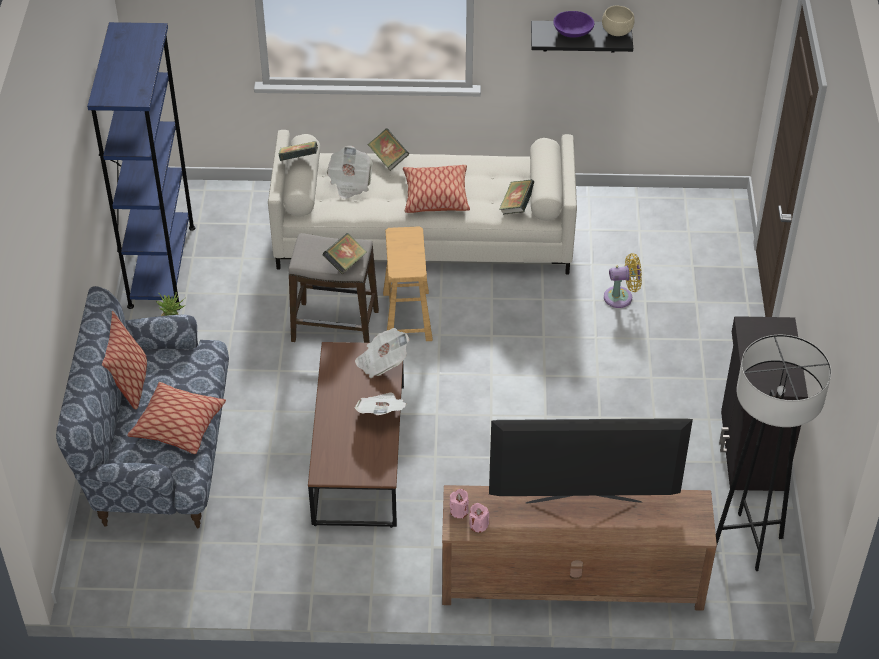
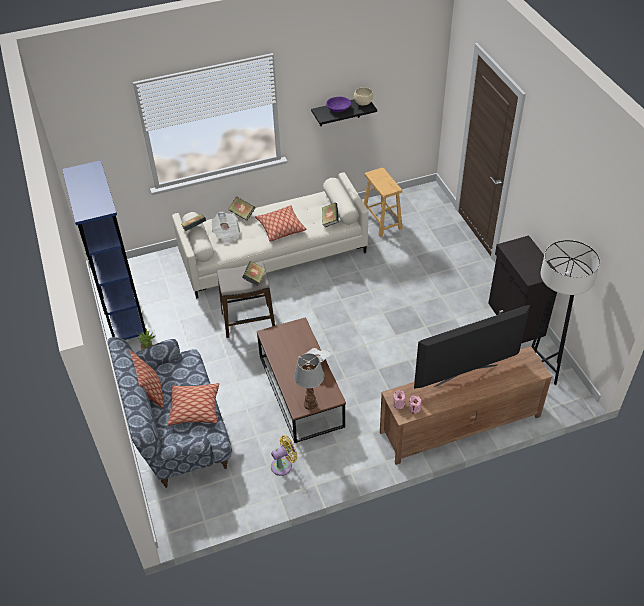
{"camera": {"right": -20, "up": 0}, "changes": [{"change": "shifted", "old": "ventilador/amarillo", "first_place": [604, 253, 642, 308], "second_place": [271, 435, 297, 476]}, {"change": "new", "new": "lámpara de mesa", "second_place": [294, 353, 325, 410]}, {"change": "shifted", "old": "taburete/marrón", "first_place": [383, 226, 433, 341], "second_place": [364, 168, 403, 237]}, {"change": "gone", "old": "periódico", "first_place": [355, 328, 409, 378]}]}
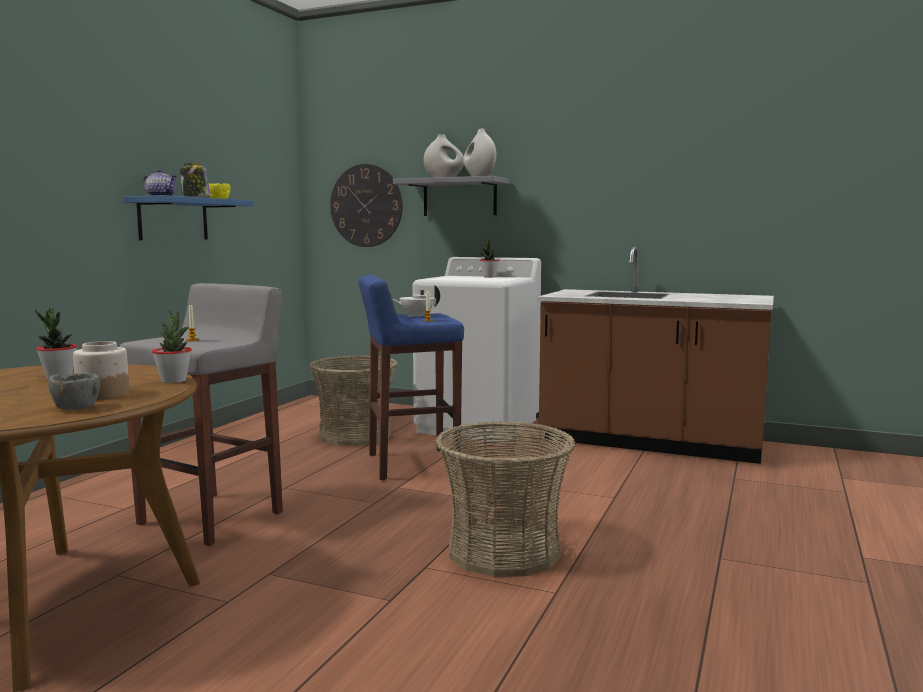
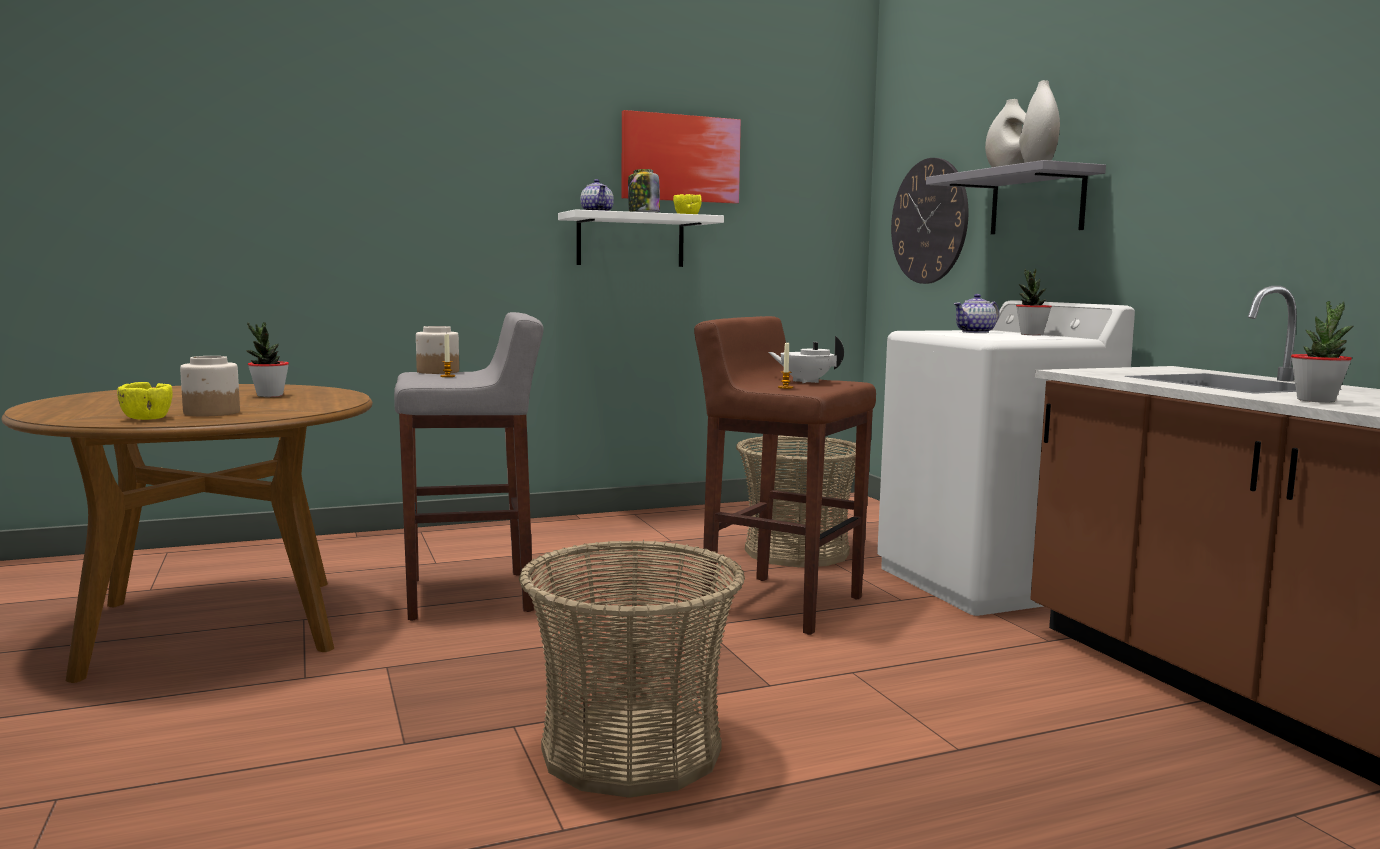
{"camera": {"right": 45, "up": 0}, "changes": [{"change": "repainted", "old": "cuenco/gris", "new": "cuenco/amarillo", "first_place": [48, 373, 100, 410], "second_place": [117, 382, 173, 420]}, {"change": "new", "new": "tarro", "second_place": [416, 326, 459, 374]}, {"change": "repainted", "old": "estante/azul", "new": "estante/blanco", "first_place": [123, 195, 253, 240], "second_place": [558, 209, 724, 267]}, {"change": "new", "new": "cuadro", "second_place": [621, 110, 741, 204]}, {"change": "repainted", "old": "taburete/azul", "new": "taburete/marrón", "first_place": [358, 275, 464, 480], "second_place": [694, 316, 876, 635]}, {"change": "new", "new": "tetera", "second_place": [954, 294, 999, 333]}, {"change": "shifted", "old": "planta en maceta", "first_place": [152, 310, 192, 383], "second_place": [1291, 301, 1354, 403]}]}
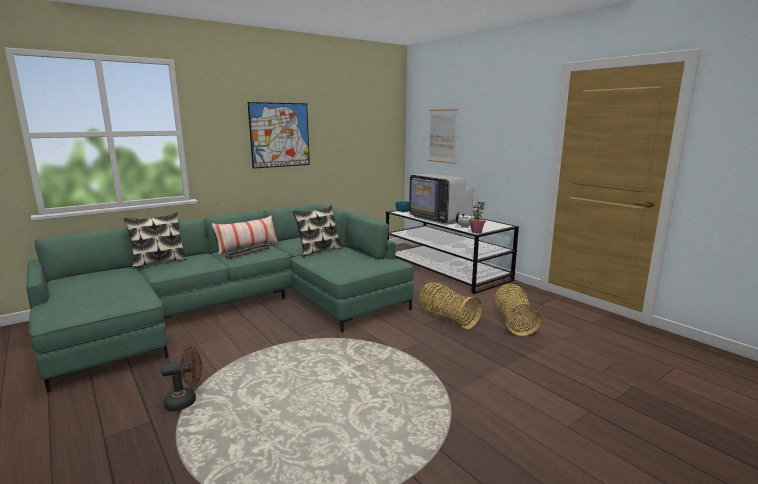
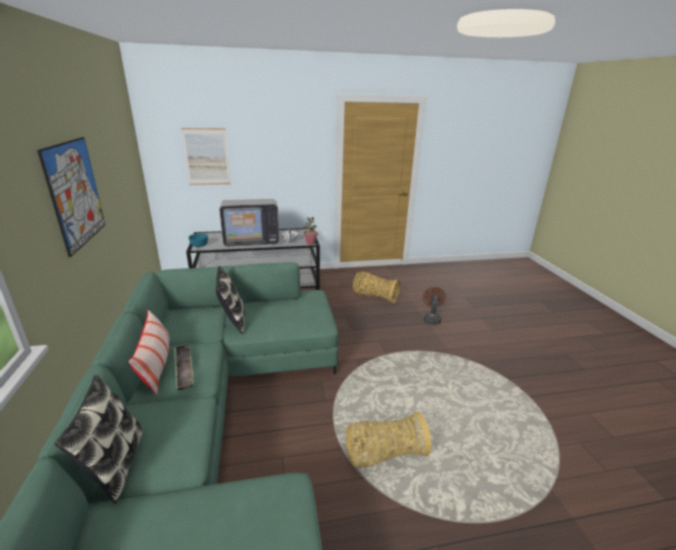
{"camera": {"right": -65, "up": 10}, "changes": [{"change": "shifted", "old": "cesta", "first_place": [419, 282, 482, 329], "second_place": [346, 412, 431, 468]}, {"change": "shifted", "old": "ventilador/marrón", "first_place": [161, 346, 202, 411], "second_place": [423, 287, 446, 325]}]}
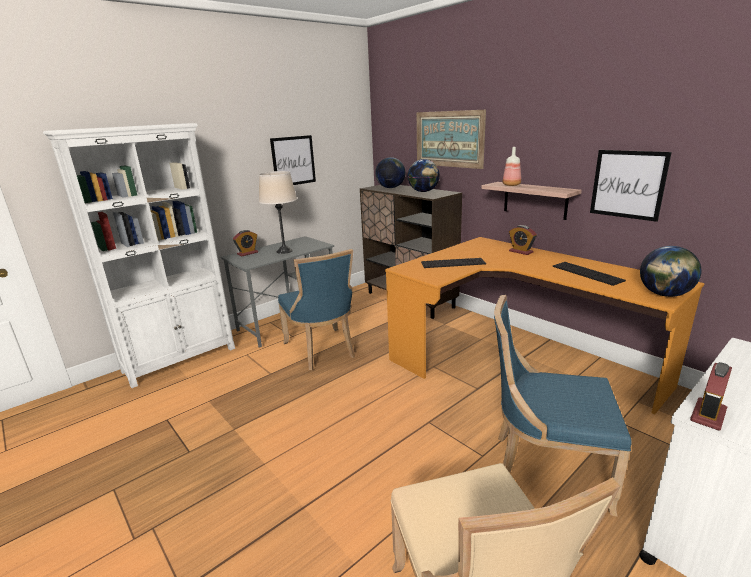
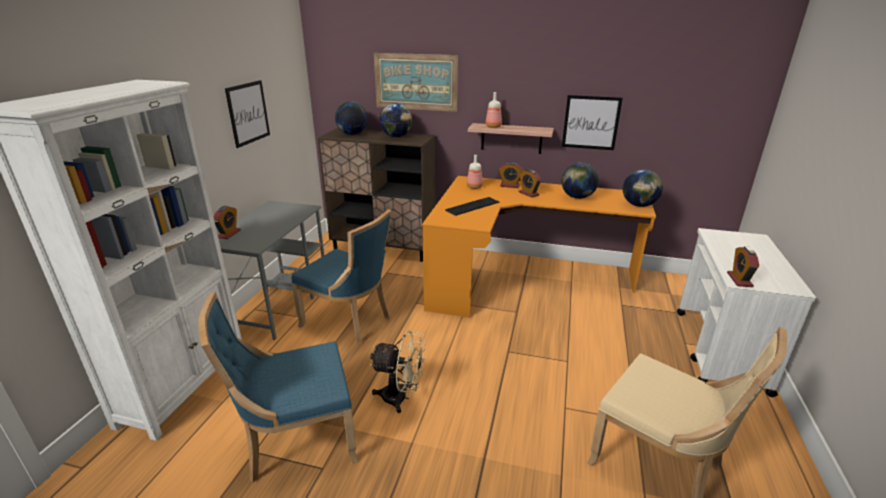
{"camera": {"right": -35, "up": 5}, "changes": [{"change": "shifted", "old": "silla/azul", "first_place": [494, 295, 632, 517], "second_place": [198, 292, 359, 482]}, {"change": "new", "new": "ventilador/beis", "second_place": [370, 330, 426, 413]}, {"change": "new", "new": "botella", "second_place": [467, 155, 483, 189]}, {"change": "new", "new": "despertador", "second_place": [519, 169, 541, 197]}, {"change": "swapped", "old": "teclado", "new": "globo terráqueo", "first_place": [552, 262, 626, 286], "second_place": [562, 163, 599, 199]}, {"change": "gone", "old": "lámpara de mesa/beis", "first_place": [259, 171, 297, 254]}]}
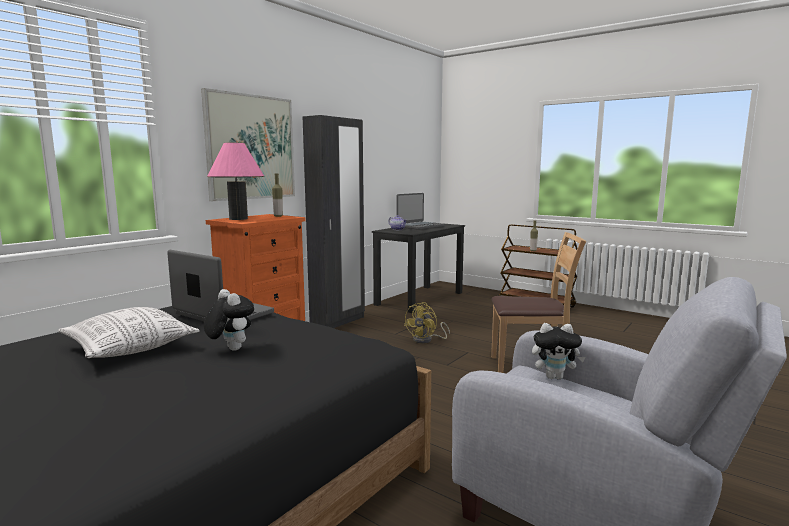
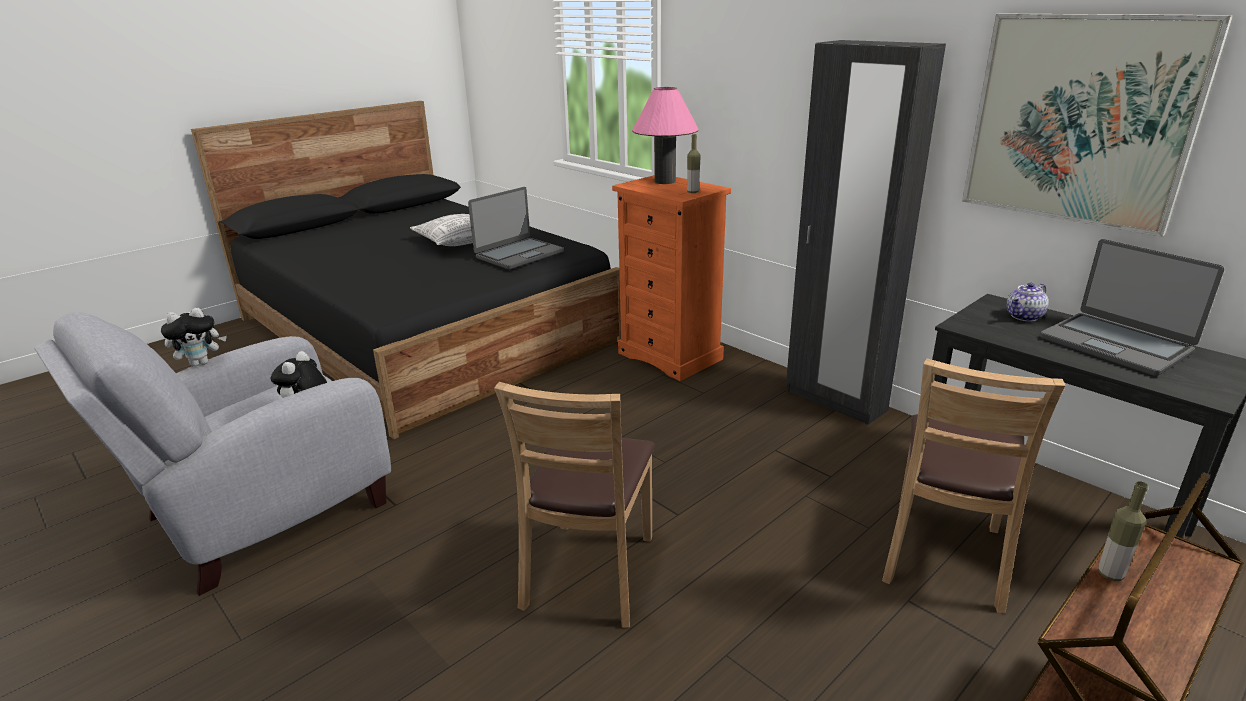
{"camera": {"right": 100, "up": 15}, "changes": [{"change": "shifted", "old": "peluche", "first_place": [204, 289, 254, 351], "second_place": [161, 308, 227, 367]}, {"change": "new", "new": "silla/marrón", "second_place": [882, 358, 1065, 613]}, {"change": "shifted", "old": "cuadro", "first_place": [201, 88, 295, 201], "second_place": [962, 14, 1233, 237]}, {"change": "gone", "old": "ventilador/amarillo", "first_place": [404, 302, 450, 344]}]}
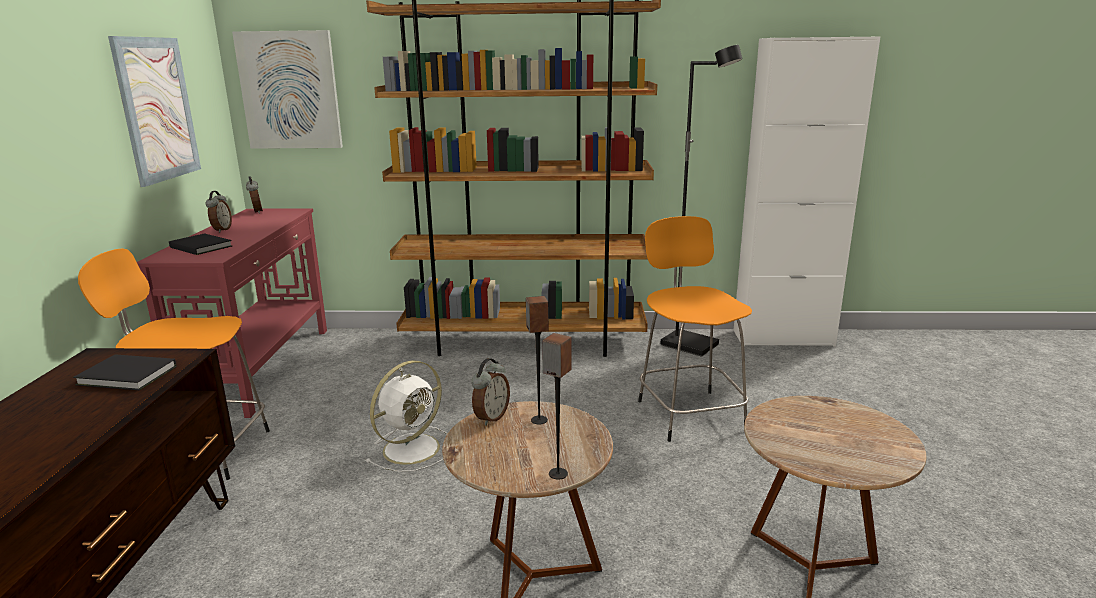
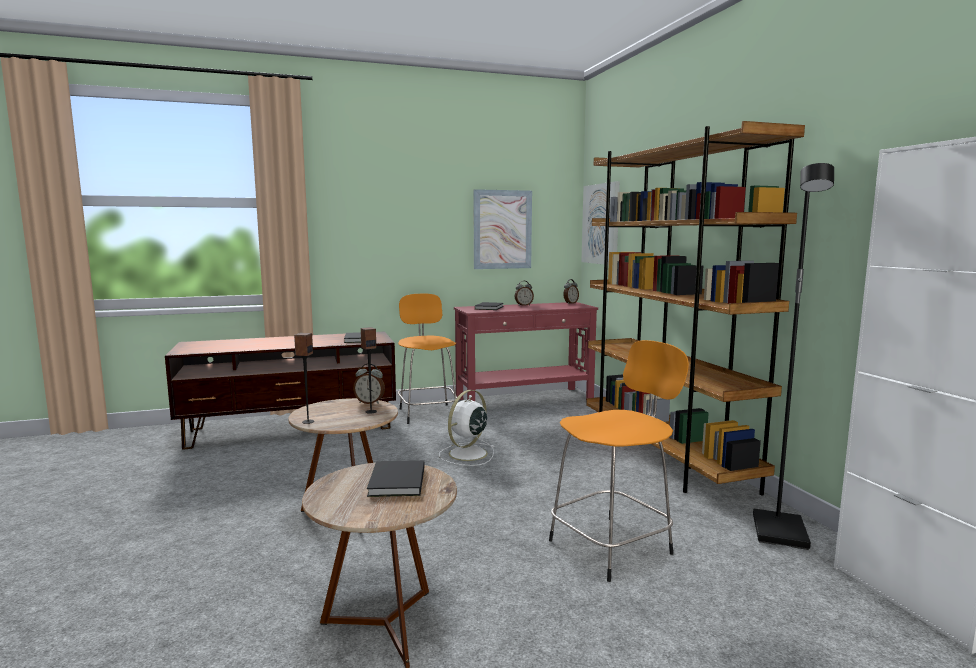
{"camera": {"right": 70, "up": -10}, "changes": [{"change": "new", "new": "libro/negro", "second_place": [367, 460, 425, 497]}, {"change": "rotated", "old": "ventilador/blanco", "first_place": [366, 360, 447, 472], "second_place": [439, 390, 495, 466], "degrees": 105}]}
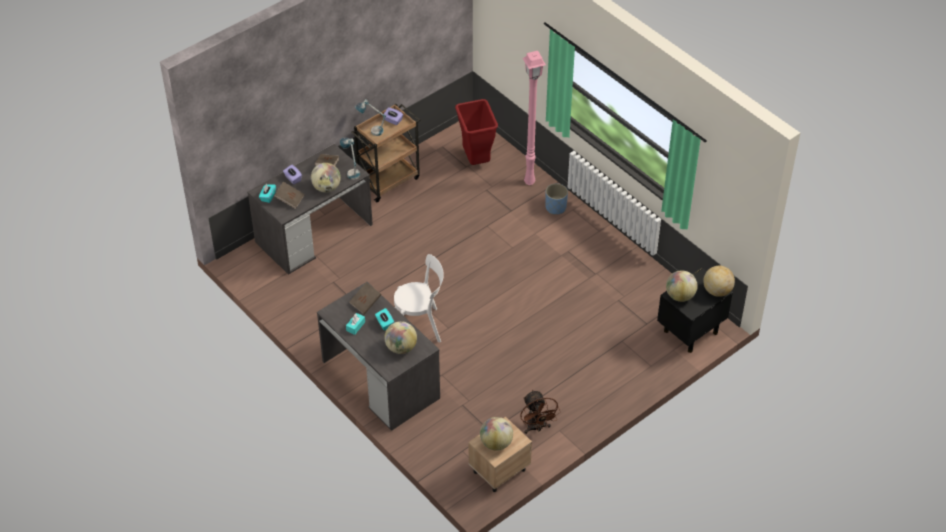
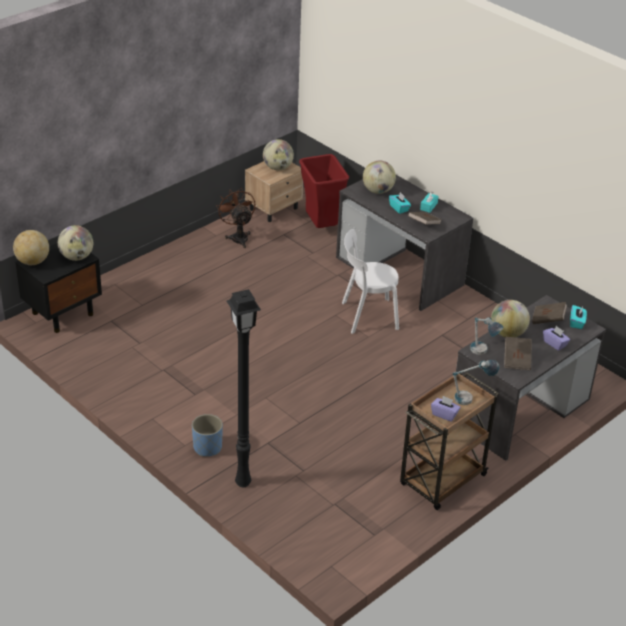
{"camera": {"right": 175, "up": -10}, "changes": [{"change": "repainted", "old": "lámpara de pie/rosa", "new": "lámpara de pie/negro", "first_place": [523, 51, 546, 185], "second_place": [227, 289, 261, 487]}, {"change": "shifted", "old": "papelera/rojo", "first_place": [455, 99, 498, 165], "second_place": [299, 154, 349, 228]}]}
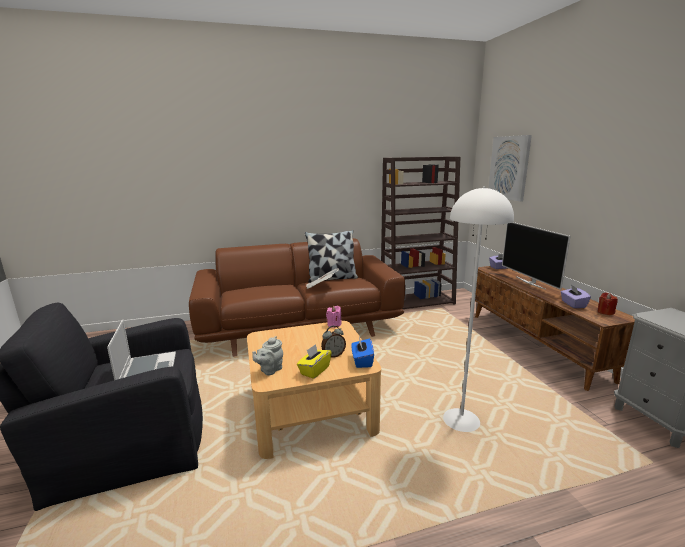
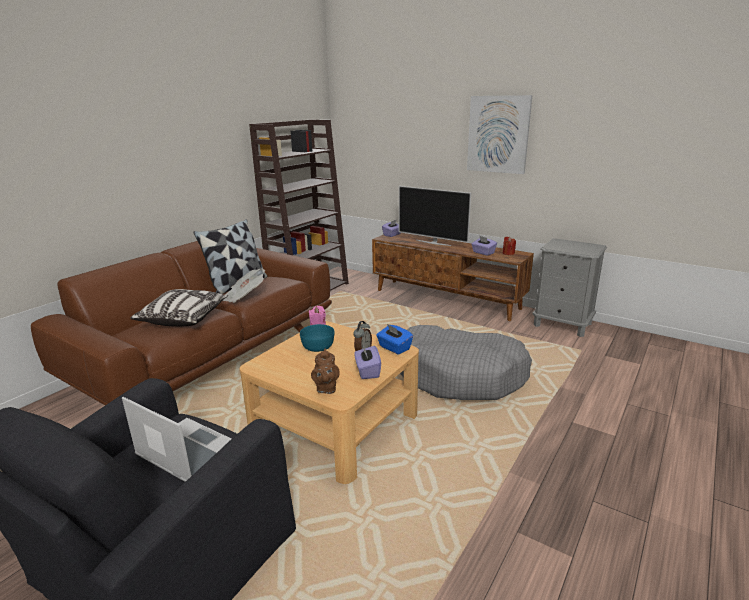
{"camera": {"right": -40, "up": 5}, "changes": [{"change": "new", "new": "cojín", "second_place": [130, 289, 228, 326]}, {"change": "new", "new": "cuenco/turquesa", "second_place": [300, 324, 334, 352]}, {"change": "repainted", "old": "tetera/gris", "new": "tetera/marrón", "first_place": [252, 336, 283, 375], "second_place": [311, 349, 340, 394]}, {"change": "repainted", "old": "caja de pañuelos/amarillo", "new": "caja de pañuelos/morado", "first_place": [297, 344, 332, 379], "second_place": [354, 345, 381, 379]}, {"change": "swapped", "old": "lámpara de pie/blanco", "new": "cama para perro/gris", "first_place": [443, 186, 514, 432], "second_place": [400, 325, 532, 400]}, {"change": "shifted", "old": "cuadro", "first_place": [489, 135, 532, 202], "second_place": [467, 95, 532, 174]}]}
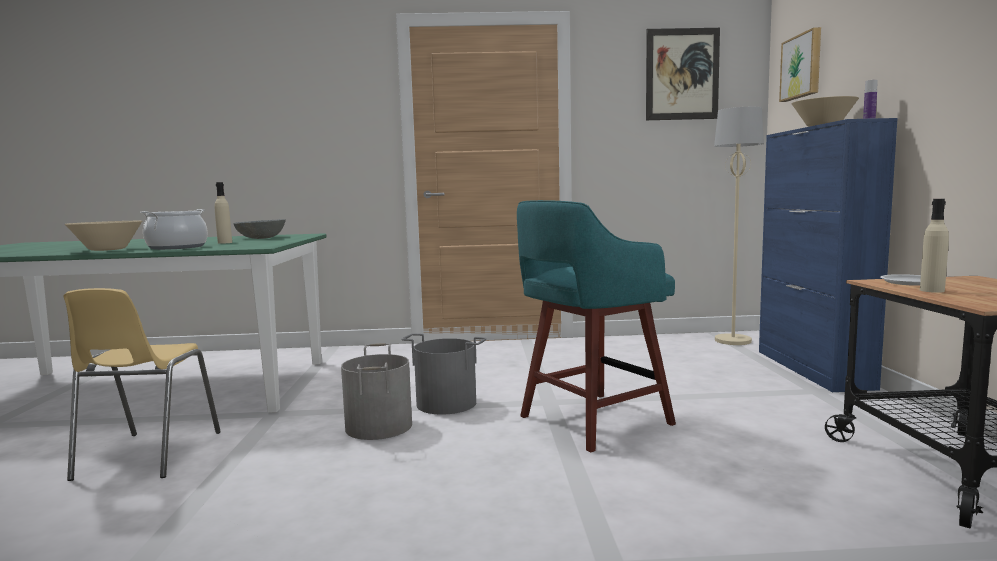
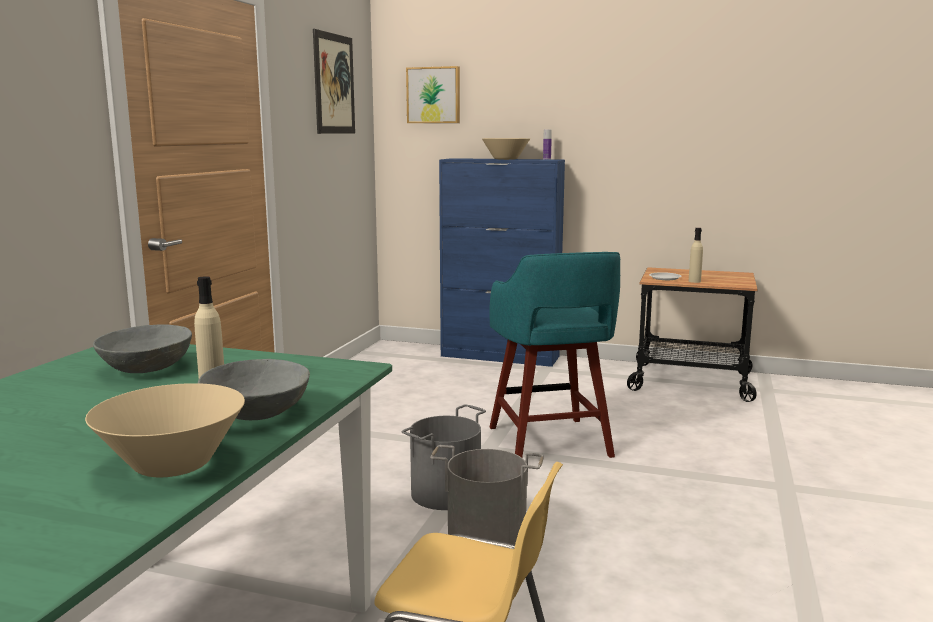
{"camera": {"right": -70, "up": 5}, "changes": [{"change": "swapped", "old": "olla", "new": "cuenco/gris", "first_place": [140, 209, 208, 250], "second_place": [198, 359, 310, 420]}, {"change": "gone", "old": "lámpara de pie/beis", "first_place": [714, 107, 764, 345]}]}
